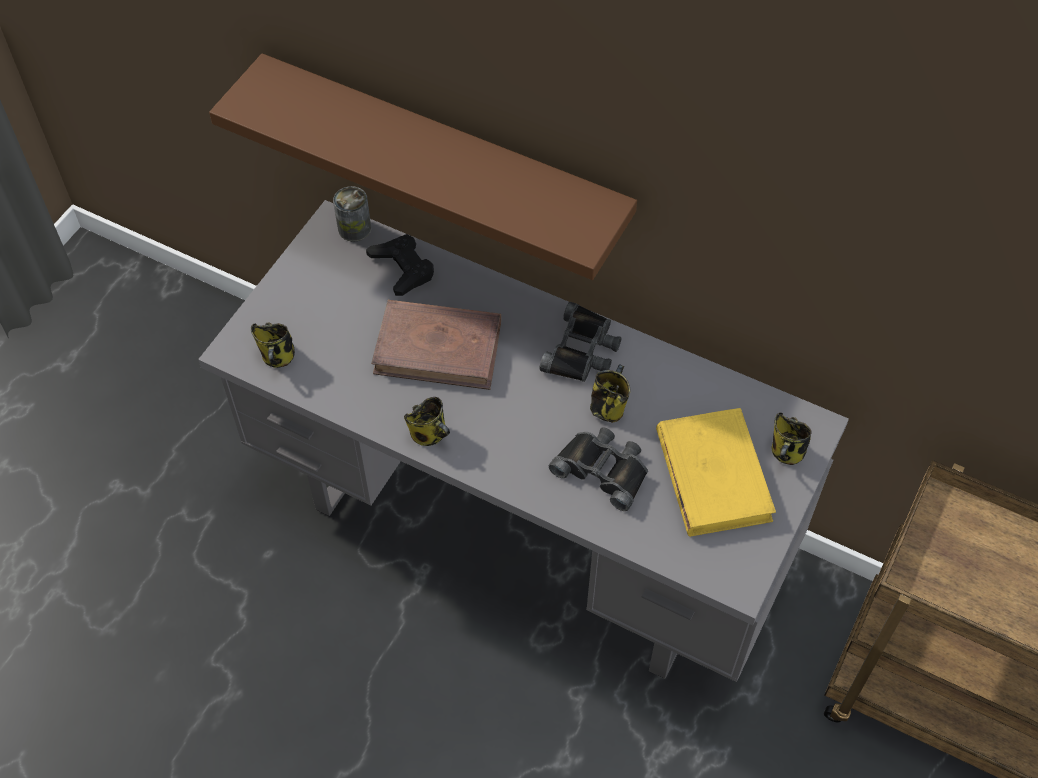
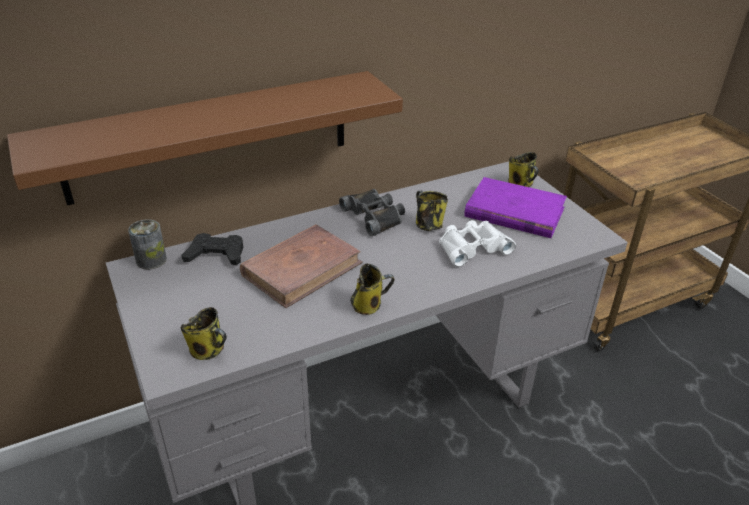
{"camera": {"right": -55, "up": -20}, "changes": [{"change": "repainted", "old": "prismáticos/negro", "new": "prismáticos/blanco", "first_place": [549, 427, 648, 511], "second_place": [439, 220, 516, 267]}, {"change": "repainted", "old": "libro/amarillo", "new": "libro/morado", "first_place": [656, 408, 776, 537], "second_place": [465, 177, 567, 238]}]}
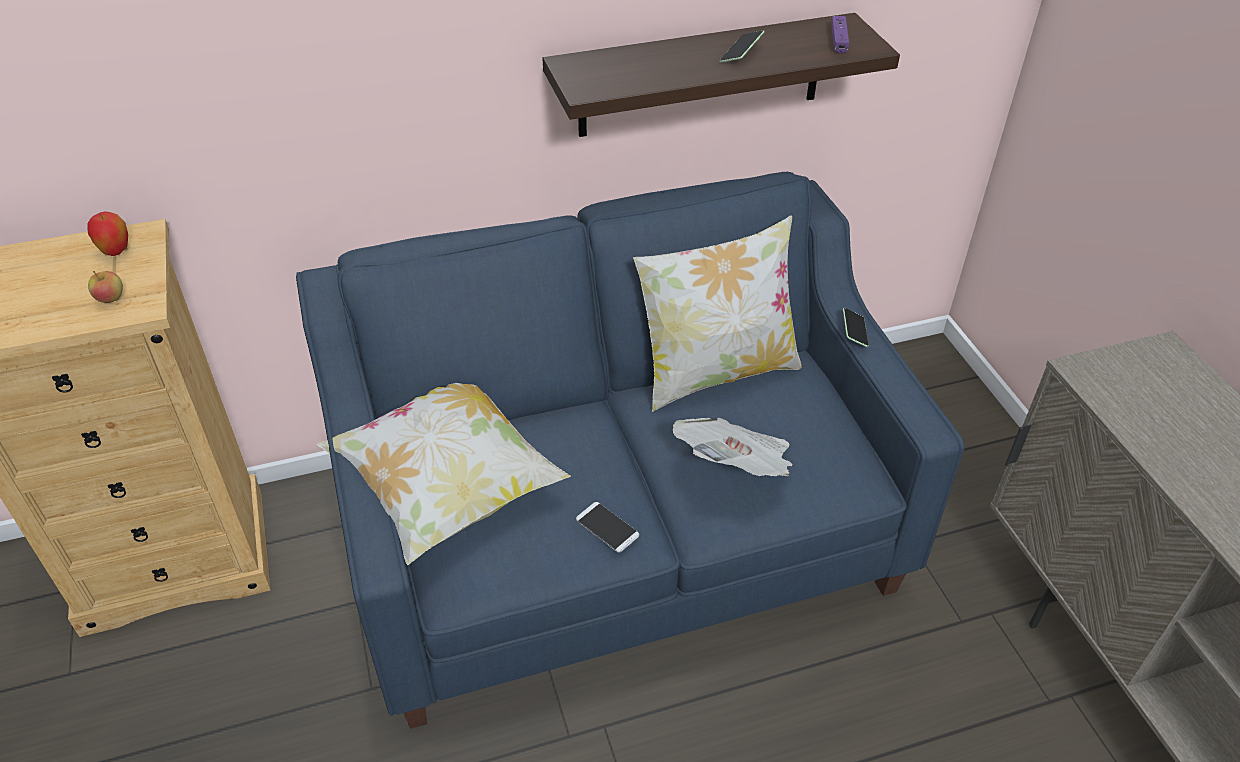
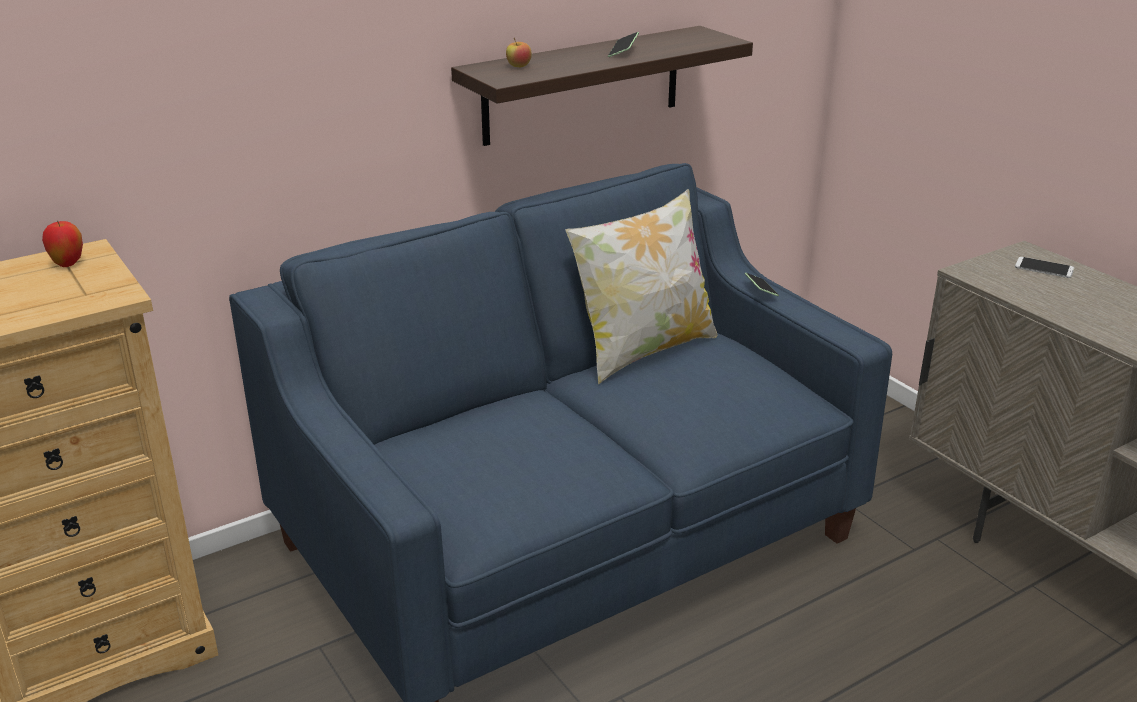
{"camera": {"right": -15, "up": -15}, "changes": [{"change": "shifted", "old": "manzana", "first_place": [88, 271, 123, 303], "second_place": [506, 38, 532, 67]}, {"change": "shifted", "old": "móvil", "first_place": [576, 502, 639, 552], "second_place": [1015, 257, 1074, 278]}, {"change": "gone", "old": "cojín", "first_place": [317, 383, 571, 565]}, {"change": "gone", "old": "periódico", "first_place": [673, 418, 793, 476]}, {"change": "gone", "old": "mando de consola/morado", "first_place": [831, 16, 849, 53]}]}
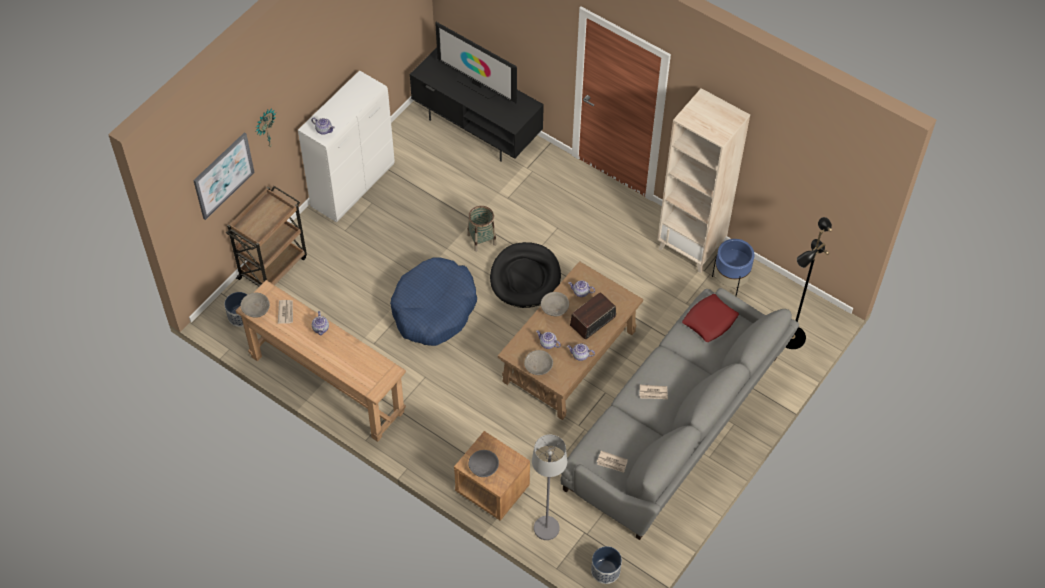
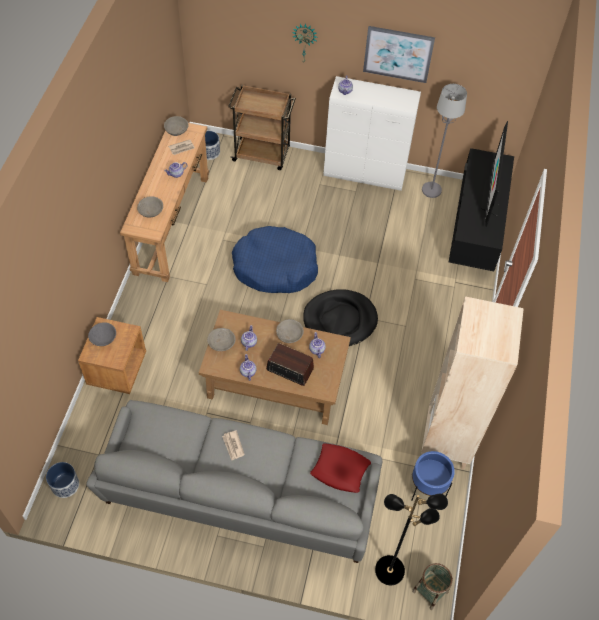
{"camera": {"right": 65, "up": 0}, "changes": [{"change": "new", "new": "cuenco/gris", "second_place": [137, 196, 163, 217]}, {"change": "shifted", "old": "cuadro", "first_place": [193, 132, 255, 220], "second_place": [363, 26, 435, 83]}, {"change": "shifted", "old": "cesta", "first_place": [467, 206, 496, 252], "second_place": [412, 563, 453, 610]}, {"change": "shifted", "old": "lámpara de pie/gris", "first_place": [532, 435, 567, 540], "second_place": [422, 84, 467, 198]}, {"change": "gone", "old": "periódico", "first_place": [597, 451, 628, 473]}]}
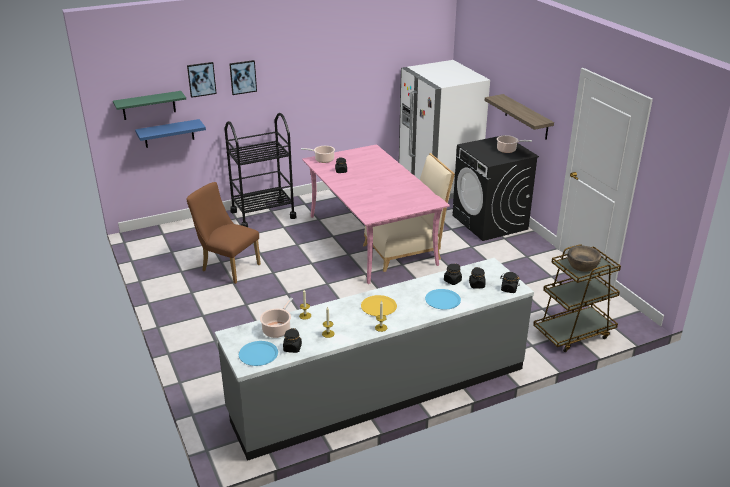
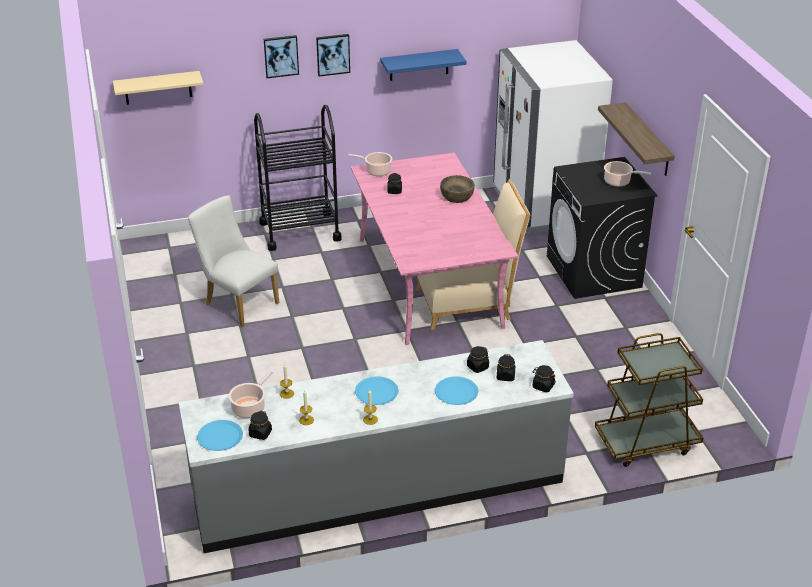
{"camera": {"right": 10, "up": 5}, "changes": [{"change": "repainted", "old": "estante/verde", "new": "estante/beis", "first_place": [113, 91, 186, 120], "second_place": [113, 71, 203, 105]}, {"change": "repainted", "old": "silla/marrón", "new": "silla/blanco", "first_place": [186, 182, 261, 284], "second_place": [188, 195, 279, 327]}, {"change": "shifted", "old": "cuadro", "first_place": [187, 62, 217, 98], "second_place": [316, 34, 350, 77]}, {"change": "repainted", "old": "plato/amarillo", "new": "plato/azul", "first_place": [361, 295, 397, 316], "second_place": [355, 376, 398, 405]}, {"change": "shifted", "old": "estante/azul", "first_place": [135, 119, 206, 148], "second_place": [380, 49, 466, 81]}, {"change": "shifted", "old": "cuenco/marrón", "first_place": [567, 246, 601, 272], "second_place": [440, 175, 475, 203]}]}
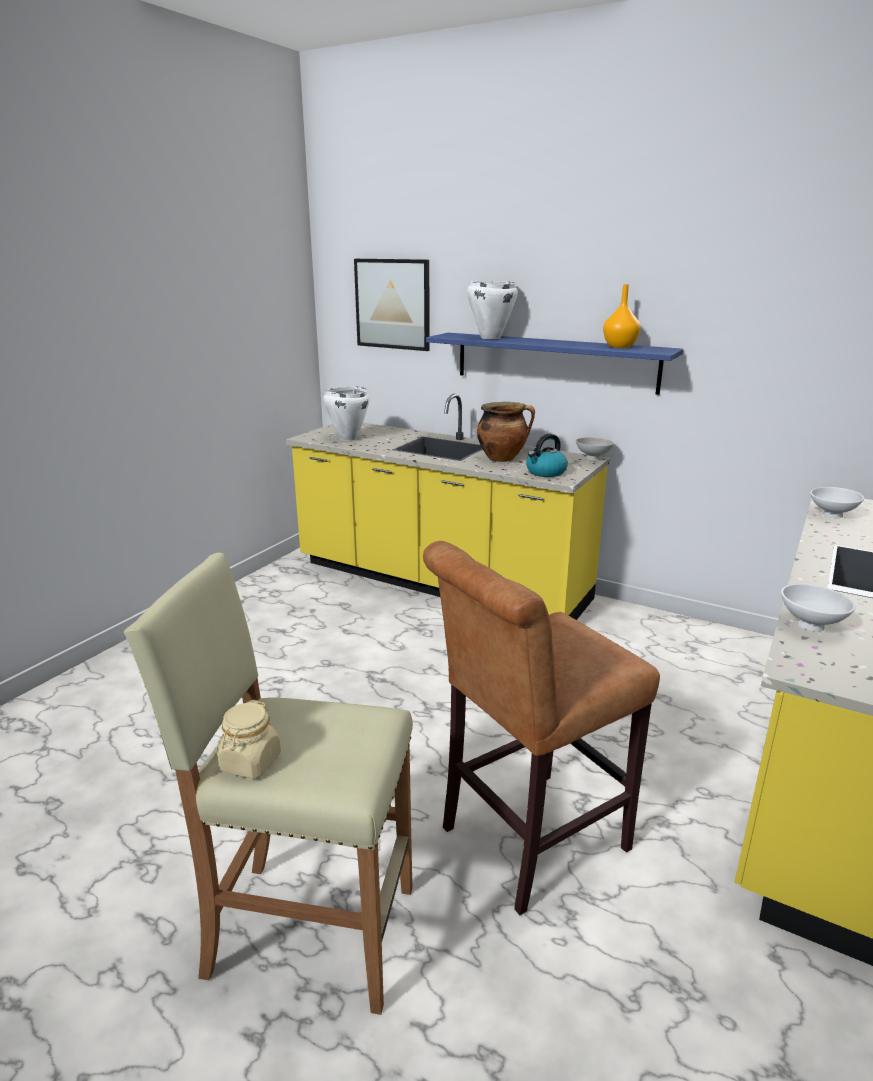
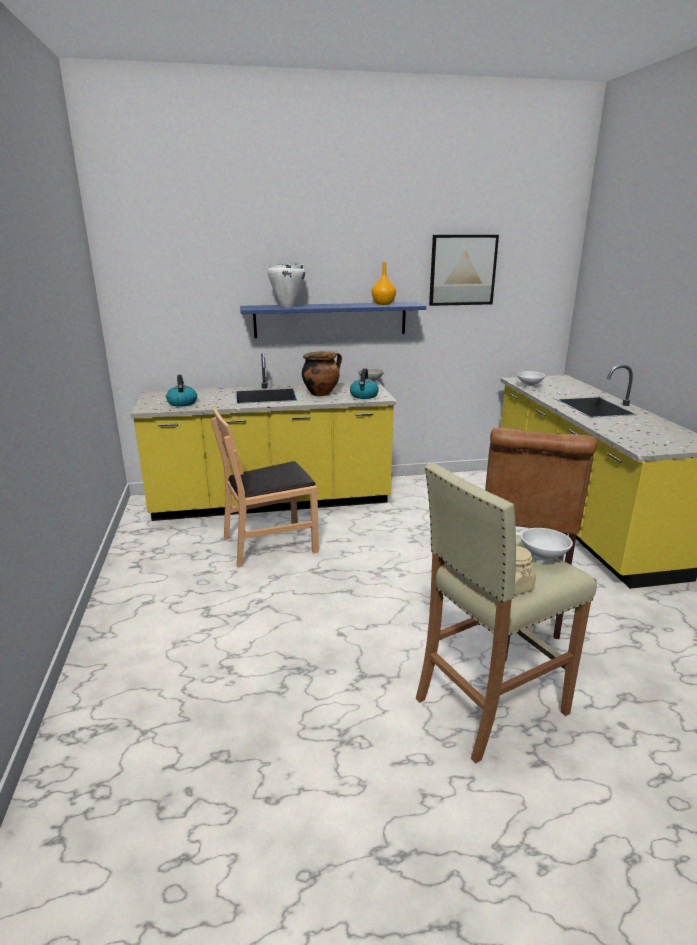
{"camera": {"right": -40, "up": 0}, "changes": [{"change": "swapped", "old": "olla/blanco", "new": "hervidor", "first_place": [323, 386, 369, 441], "second_place": [166, 375, 197, 407]}, {"change": "new", "new": "silla/marrón", "second_place": [211, 406, 319, 567]}, {"change": "shifted", "old": "cuadro", "first_place": [354, 259, 430, 351], "second_place": [429, 235, 499, 306]}, {"change": "shifted", "old": "cuenco/blanco", "first_place": [781, 584, 855, 632], "second_place": [521, 528, 573, 564]}]}
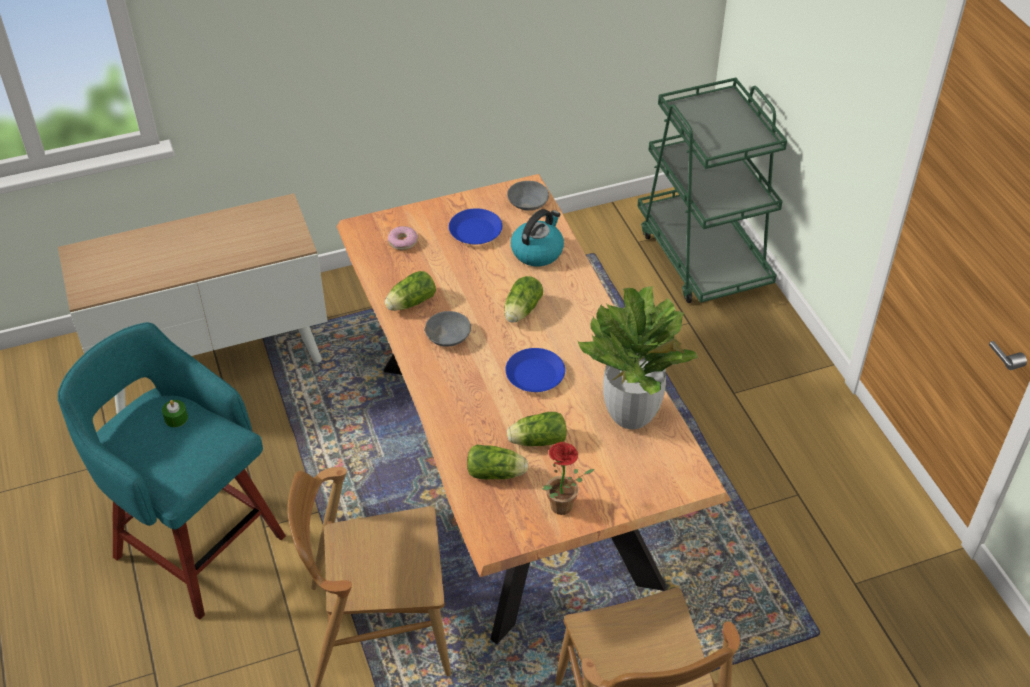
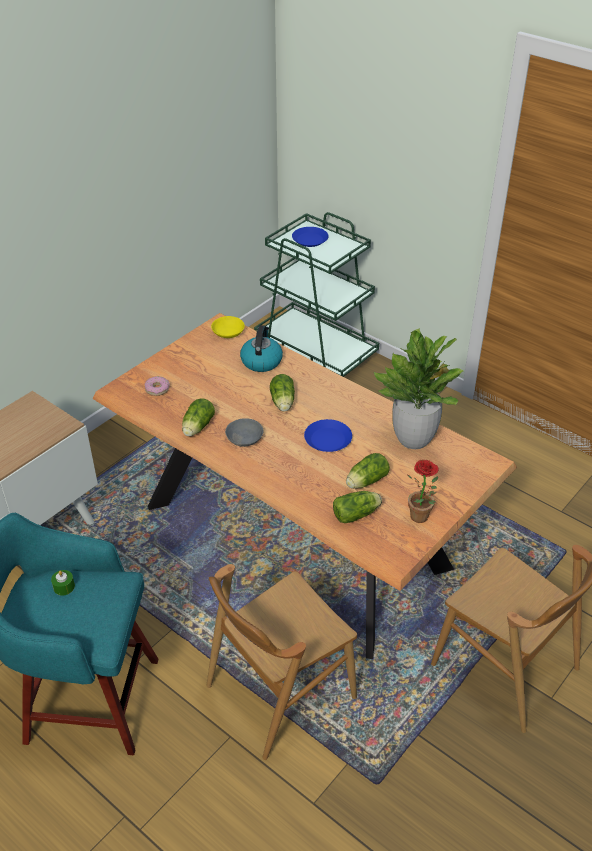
{"camera": {"right": -30, "up": -5}, "changes": [{"change": "repainted", "old": "cuenco/gris", "new": "cuenco/amarillo", "first_place": [507, 181, 549, 211], "second_place": [211, 316, 245, 338]}, {"change": "shifted", "old": "plato/azul", "first_place": [449, 208, 502, 245], "second_place": [292, 227, 328, 247]}]}
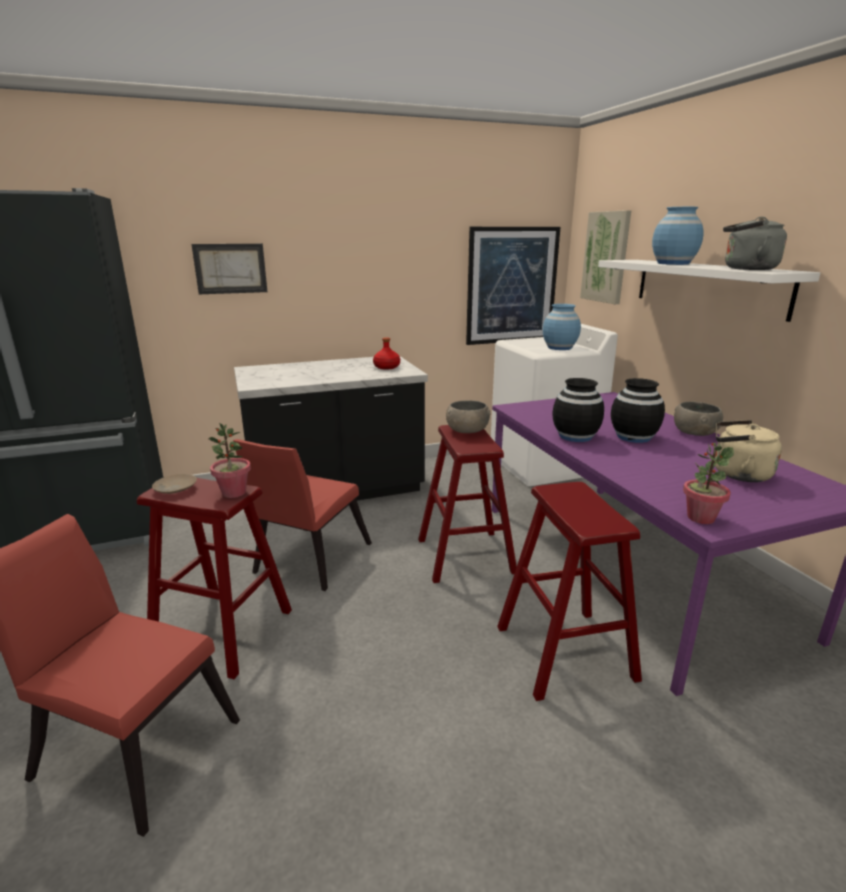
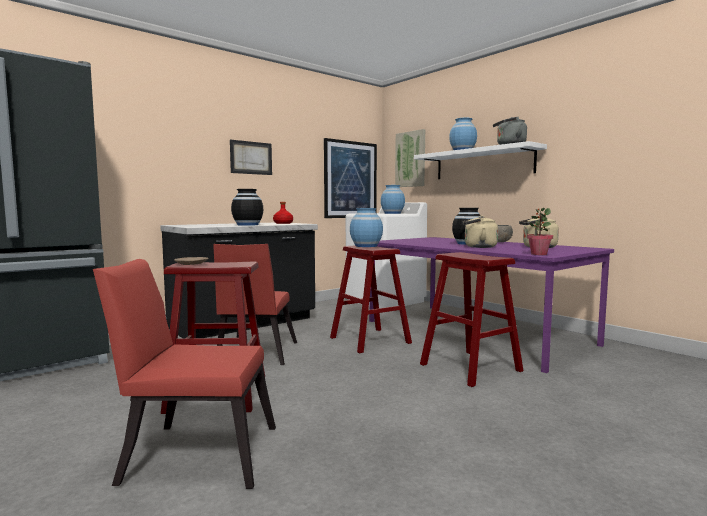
{"camera": {"right": -20, "up": -15}, "changes": [{"change": "shifted", "old": "cuadro", "first_place": [192, 244, 267, 294], "second_place": [230, 140, 272, 175]}, {"change": "shifted", "old": "florero/negro", "first_place": [552, 378, 604, 442], "second_place": [231, 189, 263, 226]}, {"change": "swapped", "old": "cuenco/gris", "new": "florero/azul", "first_place": [446, 400, 491, 433], "second_place": [350, 208, 383, 247]}, {"change": "new", "new": "hervidor/beis", "second_place": [462, 216, 498, 248]}, {"change": "gone", "old": "planta en maceta", "first_place": [209, 423, 251, 498]}]}
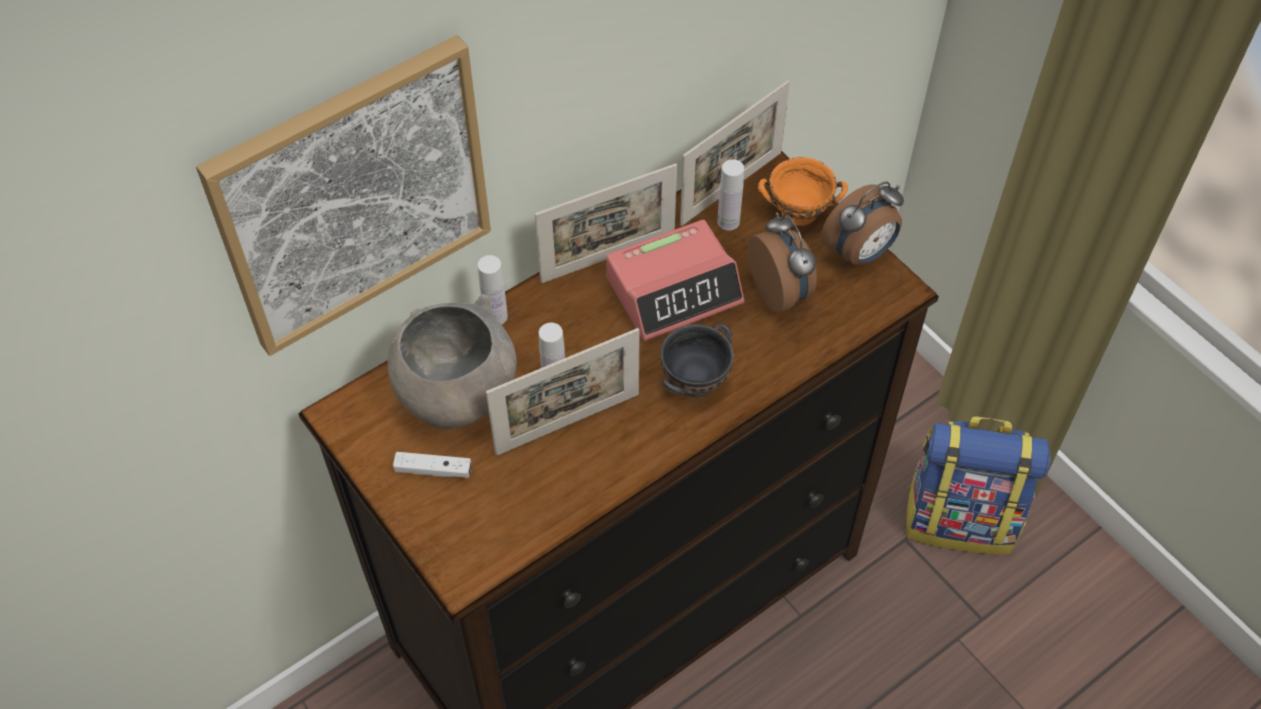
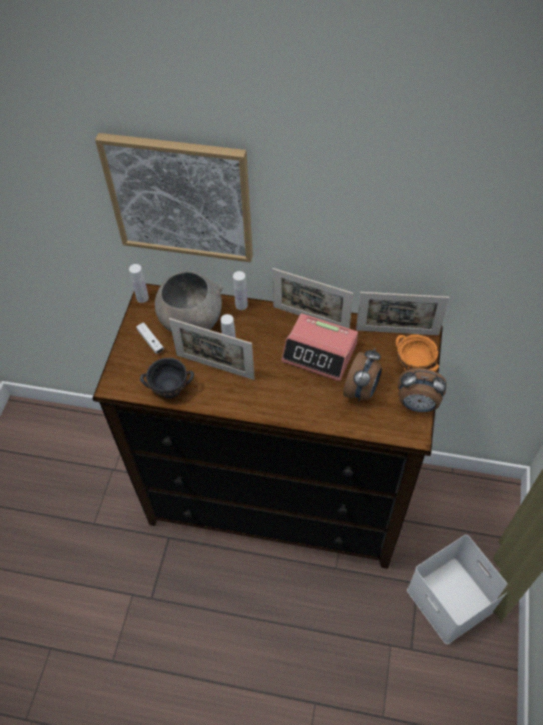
{"camera": {"right": 50, "up": 0}, "changes": [{"change": "shifted", "old": "botella/blanco", "first_place": [717, 159, 744, 231], "second_place": [129, 264, 149, 303]}, {"change": "shifted", "old": "cuenco/negro", "first_place": [660, 324, 734, 397], "second_place": [140, 358, 194, 398]}, {"change": "swapped", "old": "mochila", "new": "caja de almacenaje/blanco", "first_place": [906, 416, 1050, 555], "second_place": [407, 535, 508, 644]}]}
